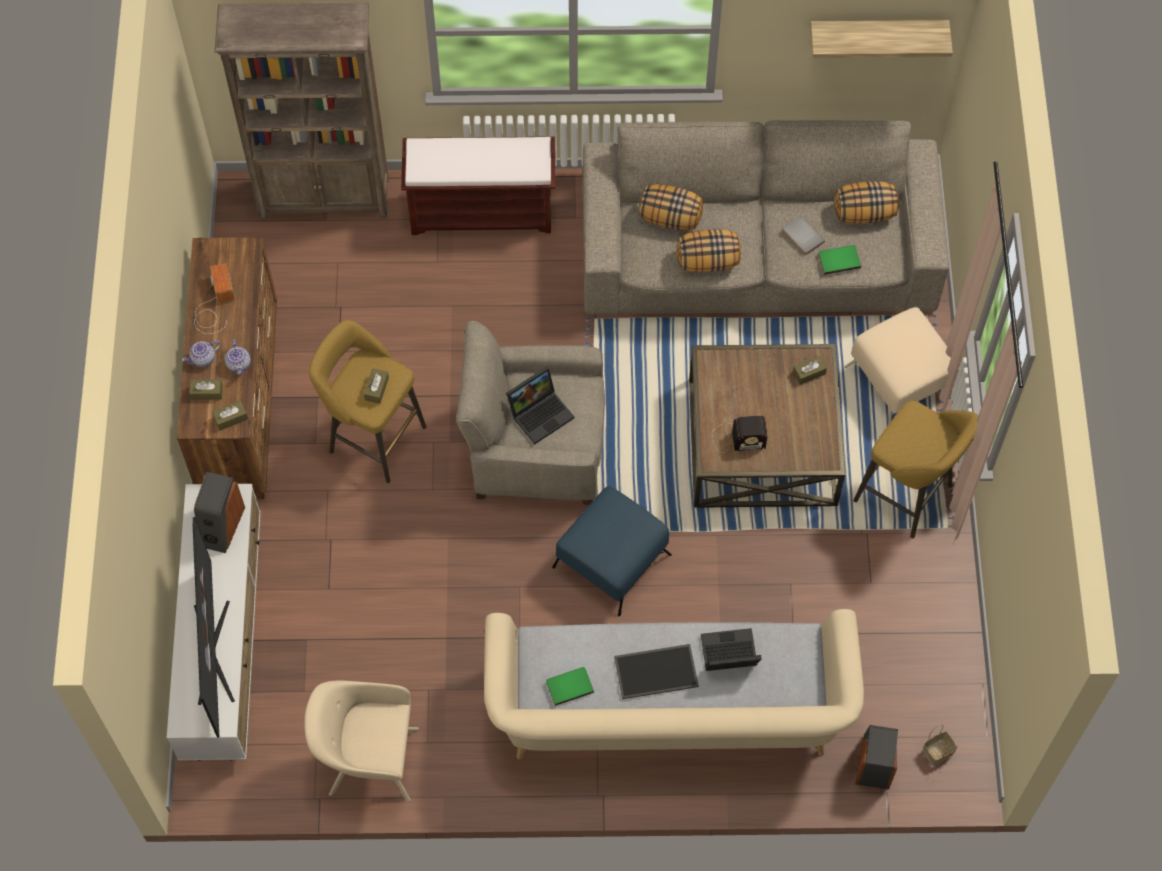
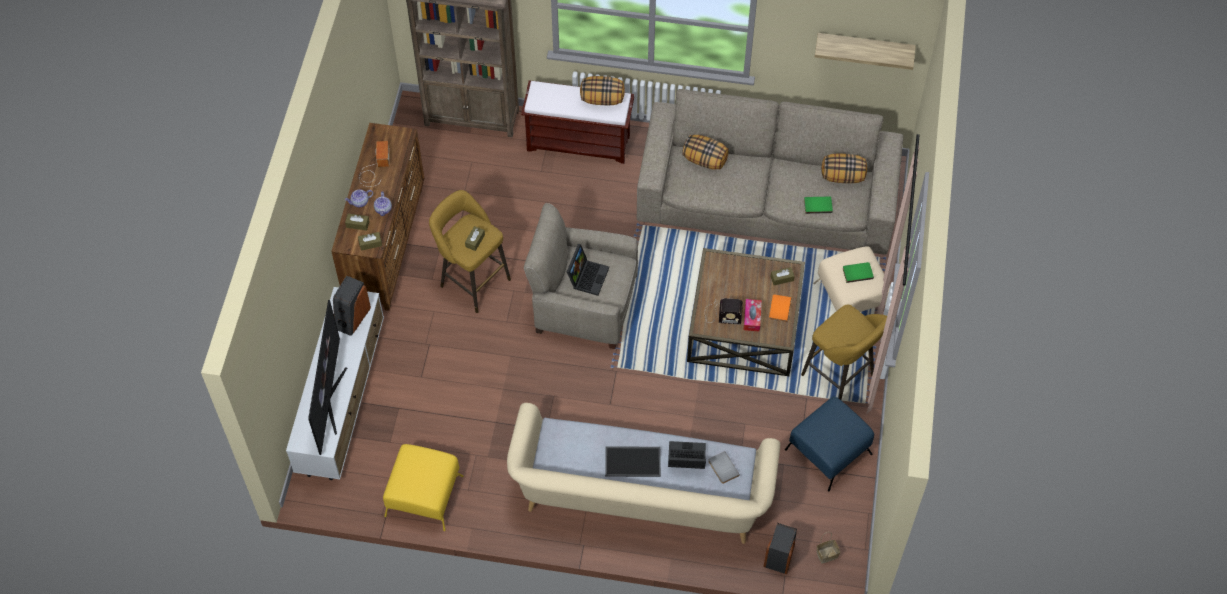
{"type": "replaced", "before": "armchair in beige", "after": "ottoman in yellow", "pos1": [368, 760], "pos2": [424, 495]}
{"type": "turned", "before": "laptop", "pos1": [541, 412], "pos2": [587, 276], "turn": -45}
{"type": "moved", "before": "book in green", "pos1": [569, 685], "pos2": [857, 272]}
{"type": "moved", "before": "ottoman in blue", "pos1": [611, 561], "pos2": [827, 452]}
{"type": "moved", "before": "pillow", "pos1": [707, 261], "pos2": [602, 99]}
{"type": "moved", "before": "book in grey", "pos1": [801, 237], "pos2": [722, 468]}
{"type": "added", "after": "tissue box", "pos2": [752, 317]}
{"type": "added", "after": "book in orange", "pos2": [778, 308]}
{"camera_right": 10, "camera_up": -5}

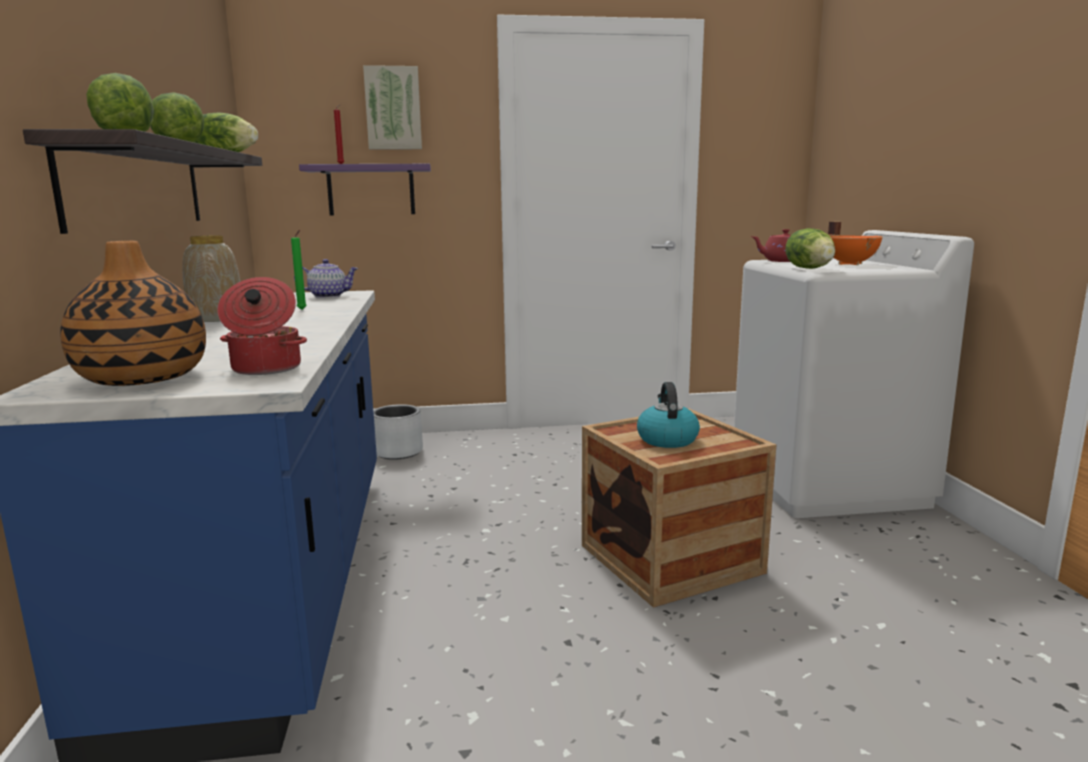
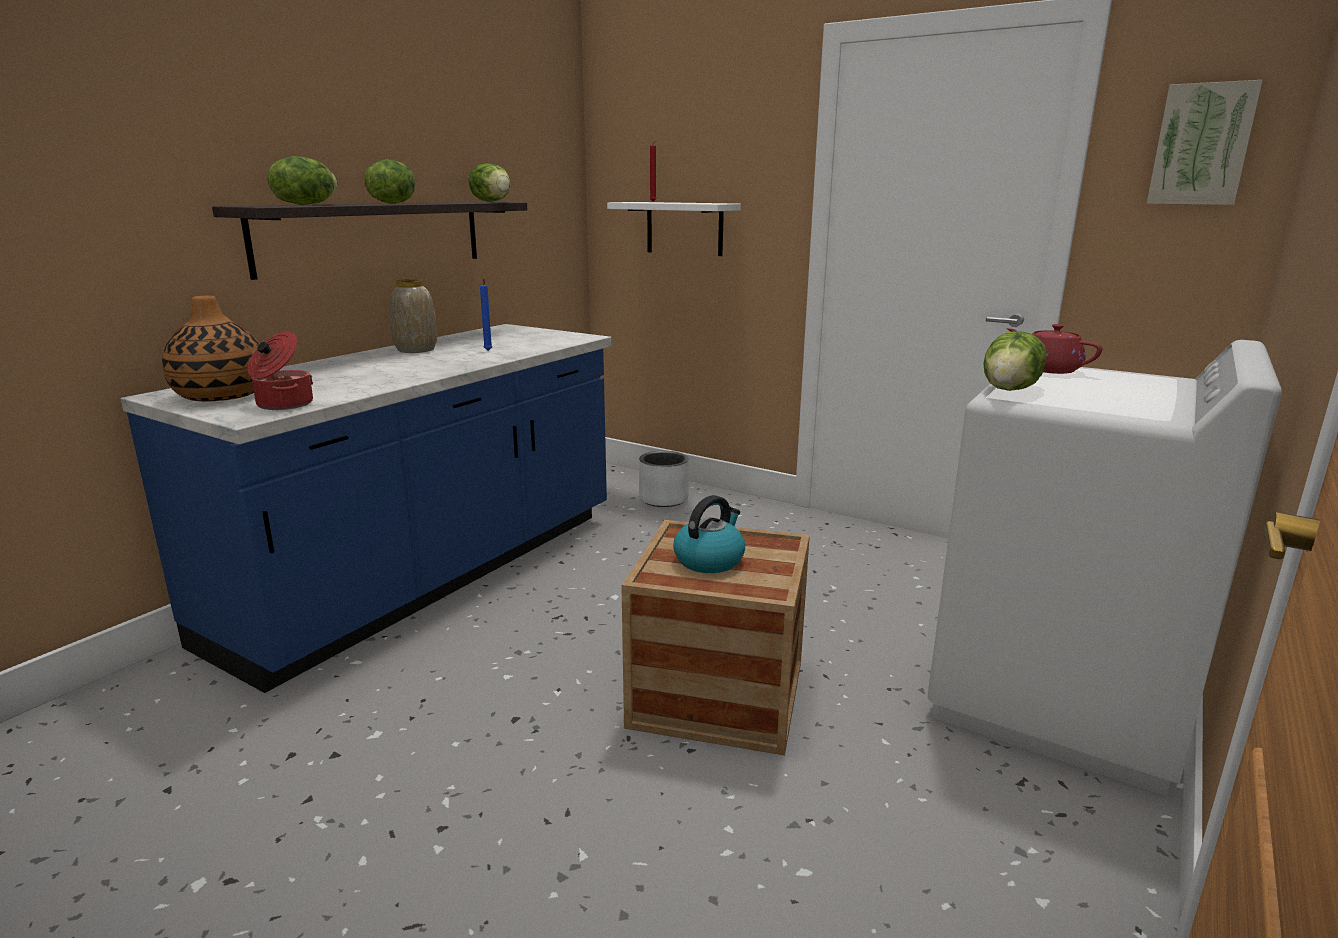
{"type": "recoloured", "before": "candle in green", "after": "candle in blue", "pos1": [303, 310], "pos2": [488, 351]}
{"type": "removed", "before": "teapot", "pos1": [328, 296]}
{"type": "recoloured", "before": "shelf in purple", "after": "shelf in white", "pos1": [371, 190], "pos2": [684, 228]}
{"type": "moved", "before": "picture", "pos1": [393, 108], "pos2": [1201, 145]}
{"type": "removed", "before": "cooking pot in orange", "pos1": [851, 264]}
{"camera_right": 40, "camera_up": 5}

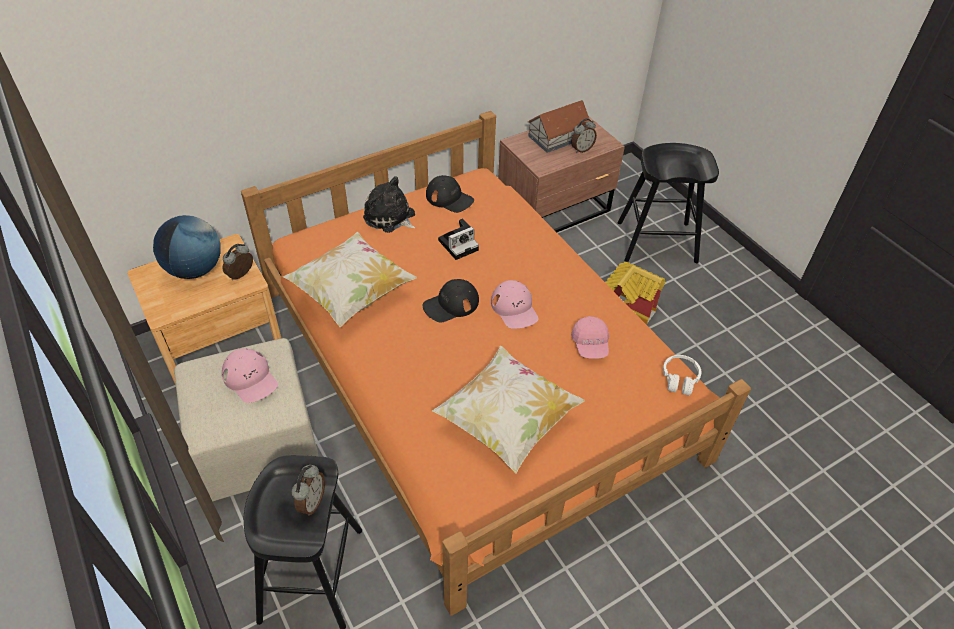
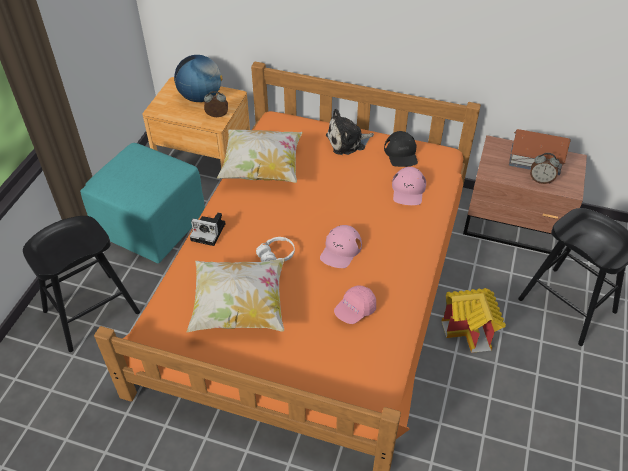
{"type": "recoloured", "before": "ottoman in beige", "after": "ottoman in turquoise", "pos1": [256, 446], "pos2": [150, 226]}
{"type": "moved", "before": "cap in pink", "pos1": [250, 379], "pos2": [408, 190]}
{"type": "removed", "before": "alarm clock", "pos1": [311, 502]}
{"type": "turned", "before": "plush toy", "pos1": [391, 219], "pos2": [348, 142], "turn": -105}
{"type": "removed", "before": "cap in black", "pos1": [451, 304]}
{"type": "moved", "before": "photo camera", "pos1": [459, 244], "pos2": [209, 232]}
{"type": "moved", "before": "headphones in white", "pos1": [679, 379], "pos2": [276, 255]}
{"camera_right": 50, "camera_up": 0}

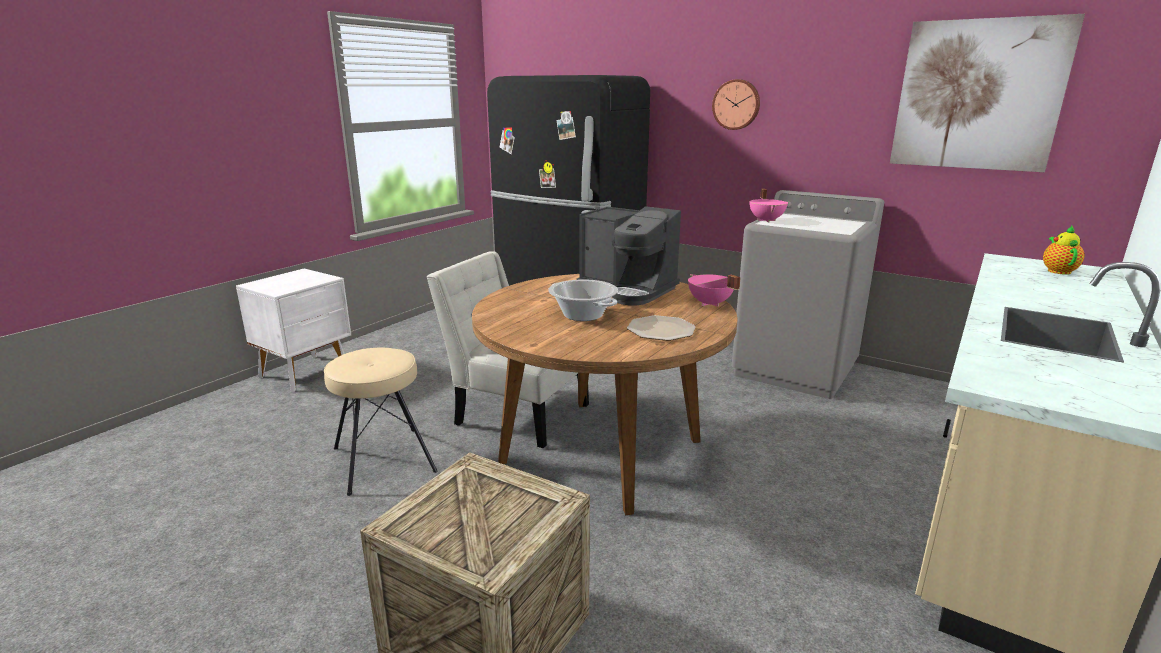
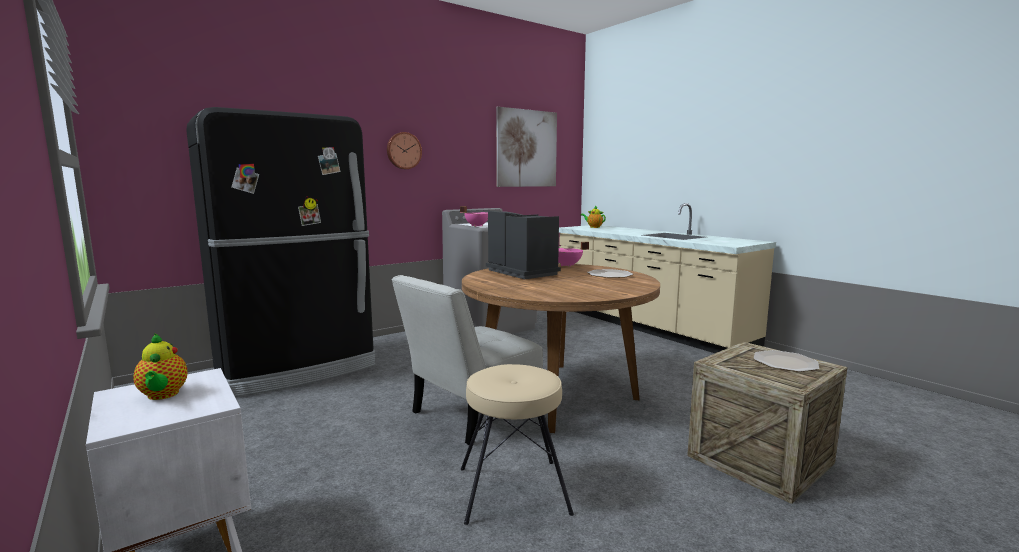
{"type": "removed", "before": "cooking pot", "pos1": [583, 315]}
{"type": "turned", "before": "coffee machine", "pos1": [628, 290], "pos2": [523, 272], "turn": -90}
{"type": "added", "after": "teapot", "pos2": [163, 395]}
{"type": "added", "after": "plate", "pos2": [786, 363]}
{"camera_right": -70, "camera_up": -10}

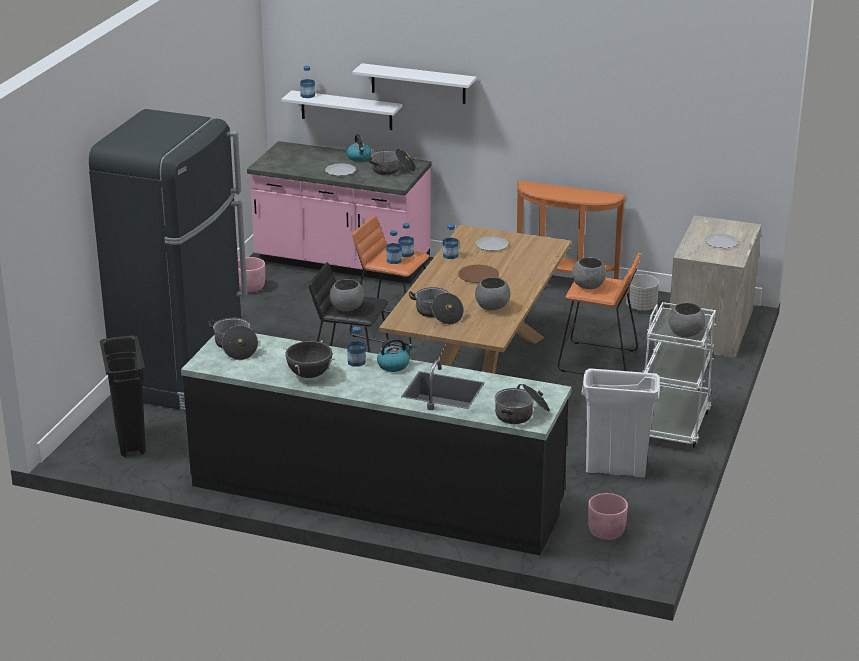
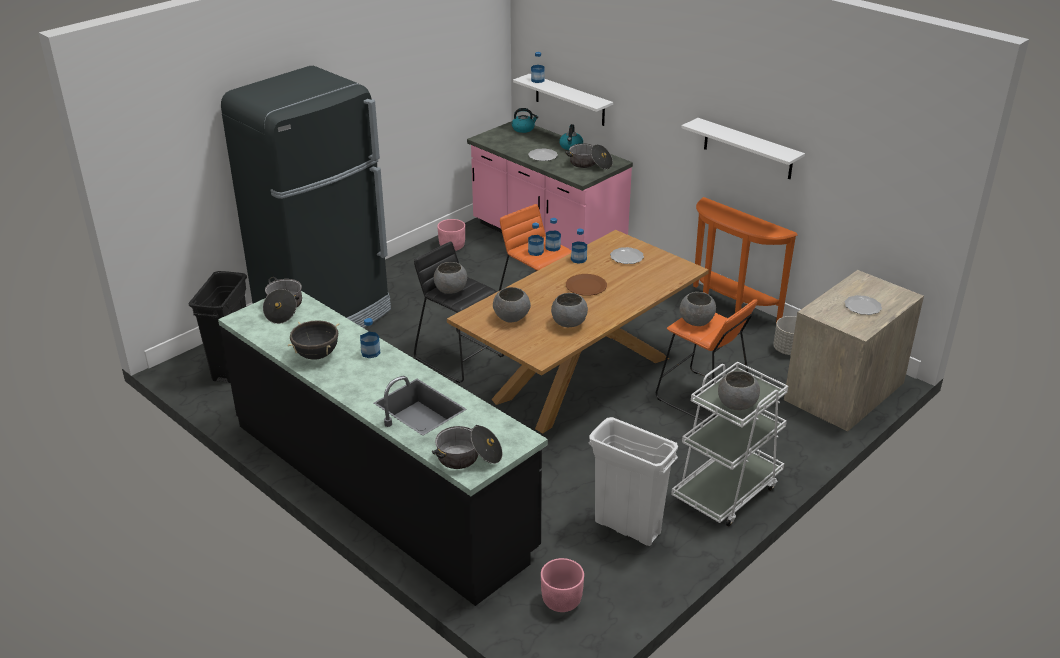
{"type": "moved", "before": "shelf in white", "pos1": [418, 83], "pos2": [748, 149]}
{"type": "moved", "before": "kettle", "pos1": [394, 365], "pos2": [523, 129]}
{"type": "replaced", "before": "cooking pot", "after": "bowl in grey", "pos1": [437, 314], "pos2": [511, 318]}
{"camera_right": 25, "camera_up": 5}

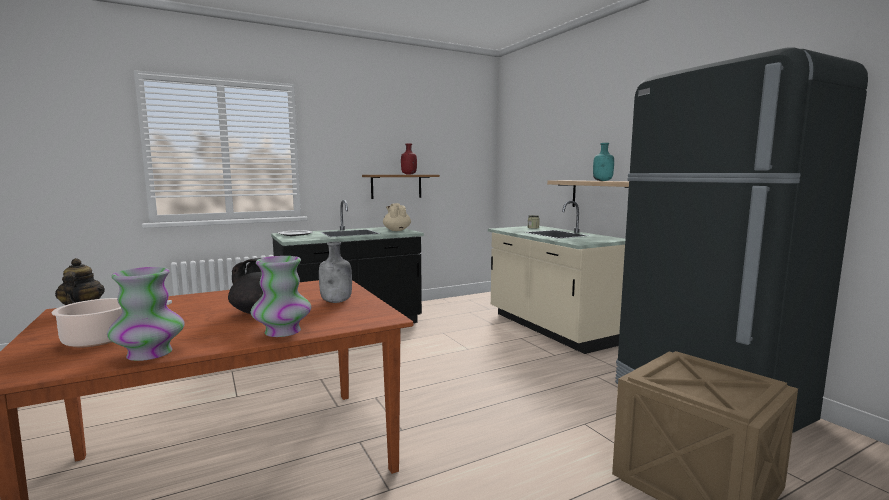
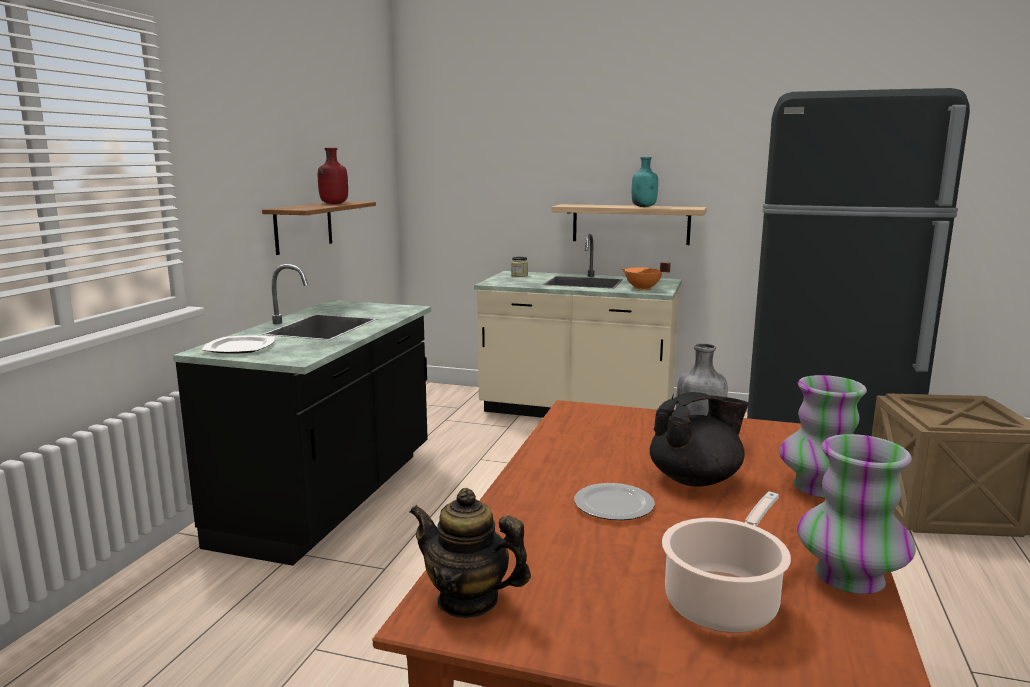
{"type": "removed", "before": "teapot in beige", "pos1": [396, 230]}
{"type": "added", "after": "plate", "pos2": [612, 505]}
{"type": "added", "after": "cooking pot in orange", "pos2": [642, 289]}
{"camera_right": -45, "camera_up": 5}

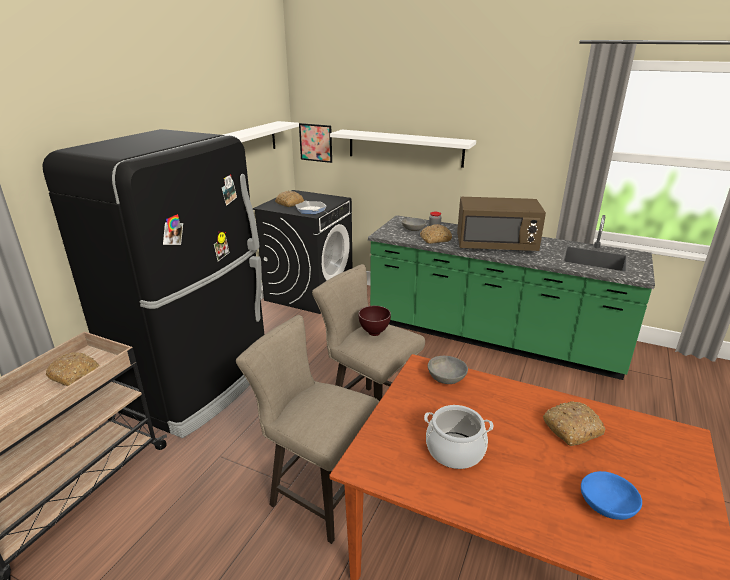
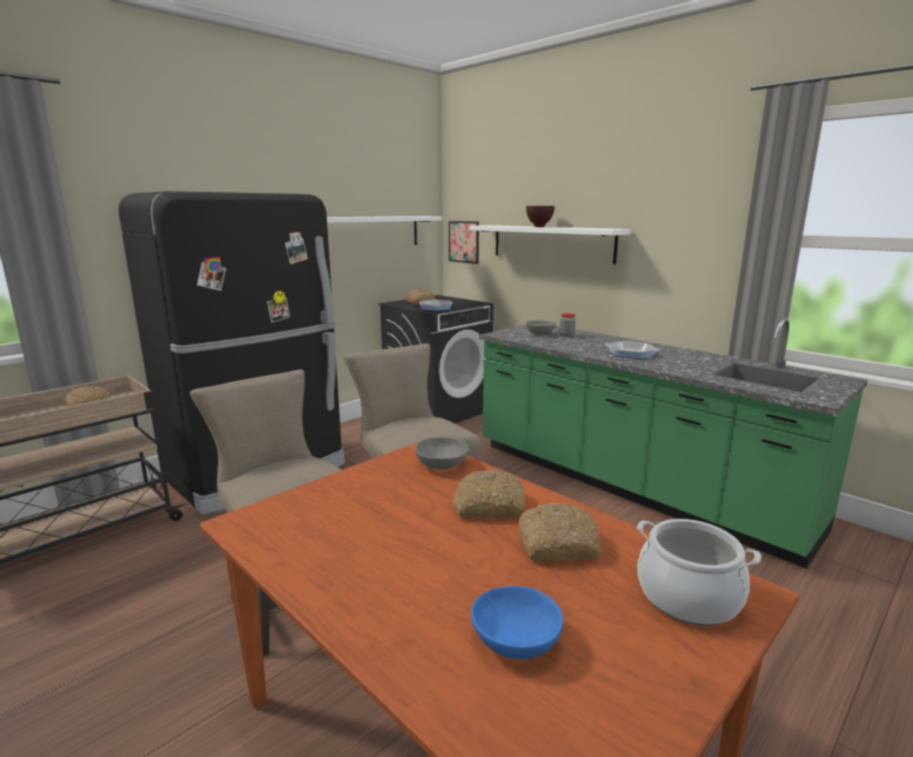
{"type": "moved", "before": "bowl in brown", "pos1": [375, 333], "pos2": [540, 227]}
{"type": "moved", "before": "bread", "pos1": [435, 239], "pos2": [488, 506]}
{"type": "moved", "before": "cooking pot", "pos1": [455, 450], "pos2": [688, 596]}
{"type": "replaced", "before": "microwave in brown", "after": "frying pan", "pos1": [496, 245], "pos2": [631, 353]}
{"camera_right": 20, "camera_up": -10}

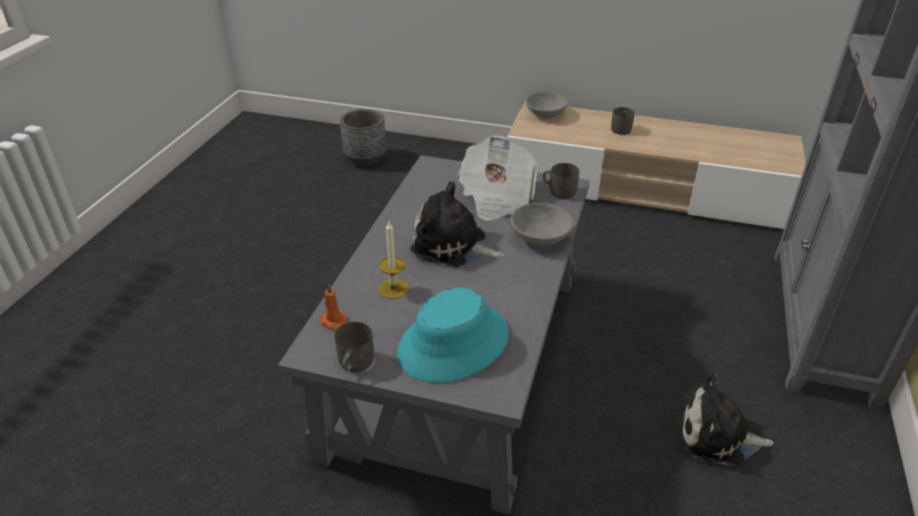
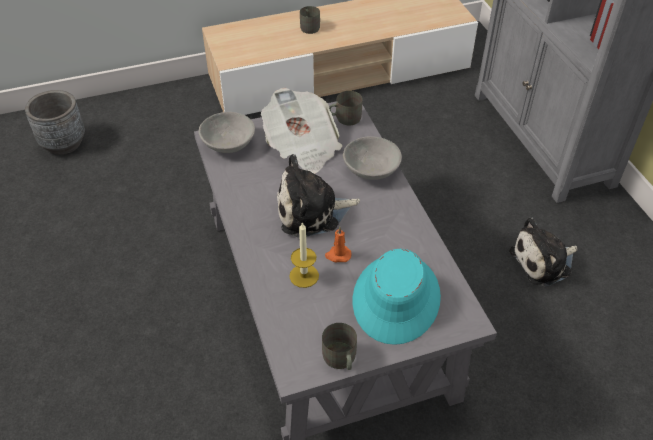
{"type": "moved", "before": "candle in orange", "pos1": [332, 321], "pos2": [338, 255]}
{"type": "moved", "before": "bowl in grey", "pos1": [545, 114], "pos2": [229, 144]}
{"camera_right": -35, "camera_up": 10}

